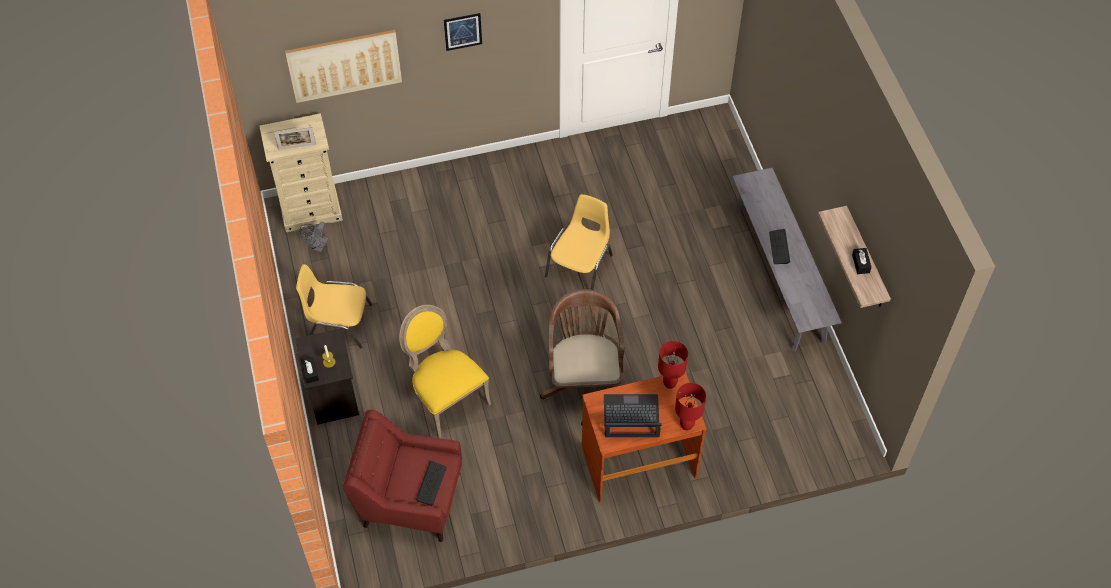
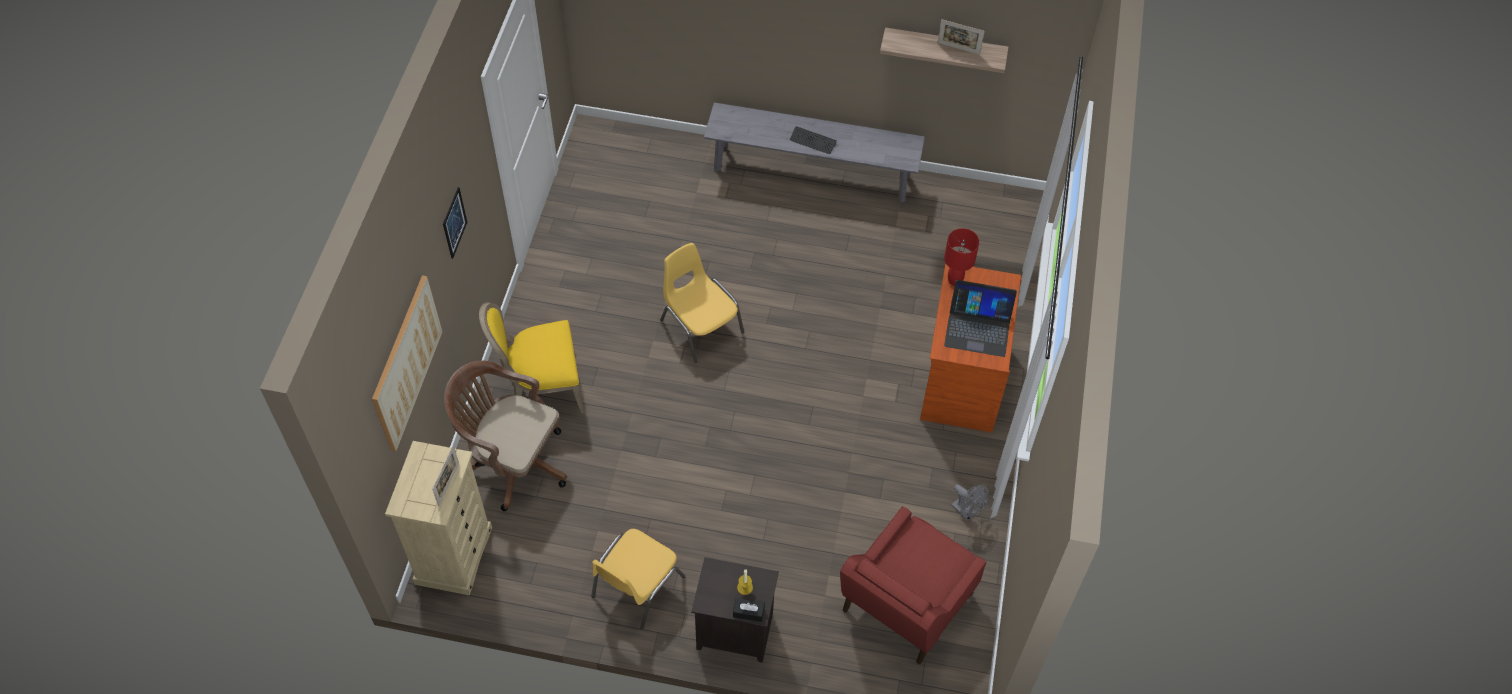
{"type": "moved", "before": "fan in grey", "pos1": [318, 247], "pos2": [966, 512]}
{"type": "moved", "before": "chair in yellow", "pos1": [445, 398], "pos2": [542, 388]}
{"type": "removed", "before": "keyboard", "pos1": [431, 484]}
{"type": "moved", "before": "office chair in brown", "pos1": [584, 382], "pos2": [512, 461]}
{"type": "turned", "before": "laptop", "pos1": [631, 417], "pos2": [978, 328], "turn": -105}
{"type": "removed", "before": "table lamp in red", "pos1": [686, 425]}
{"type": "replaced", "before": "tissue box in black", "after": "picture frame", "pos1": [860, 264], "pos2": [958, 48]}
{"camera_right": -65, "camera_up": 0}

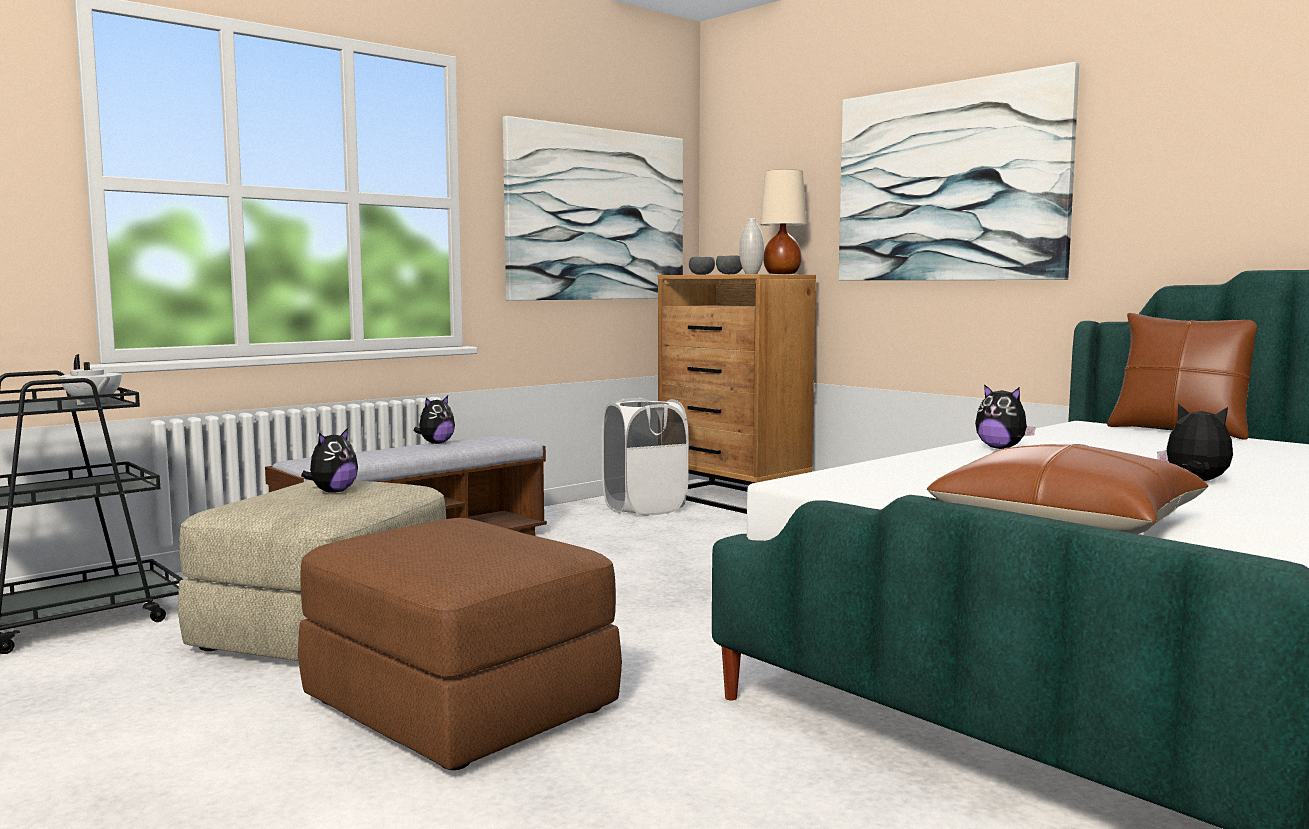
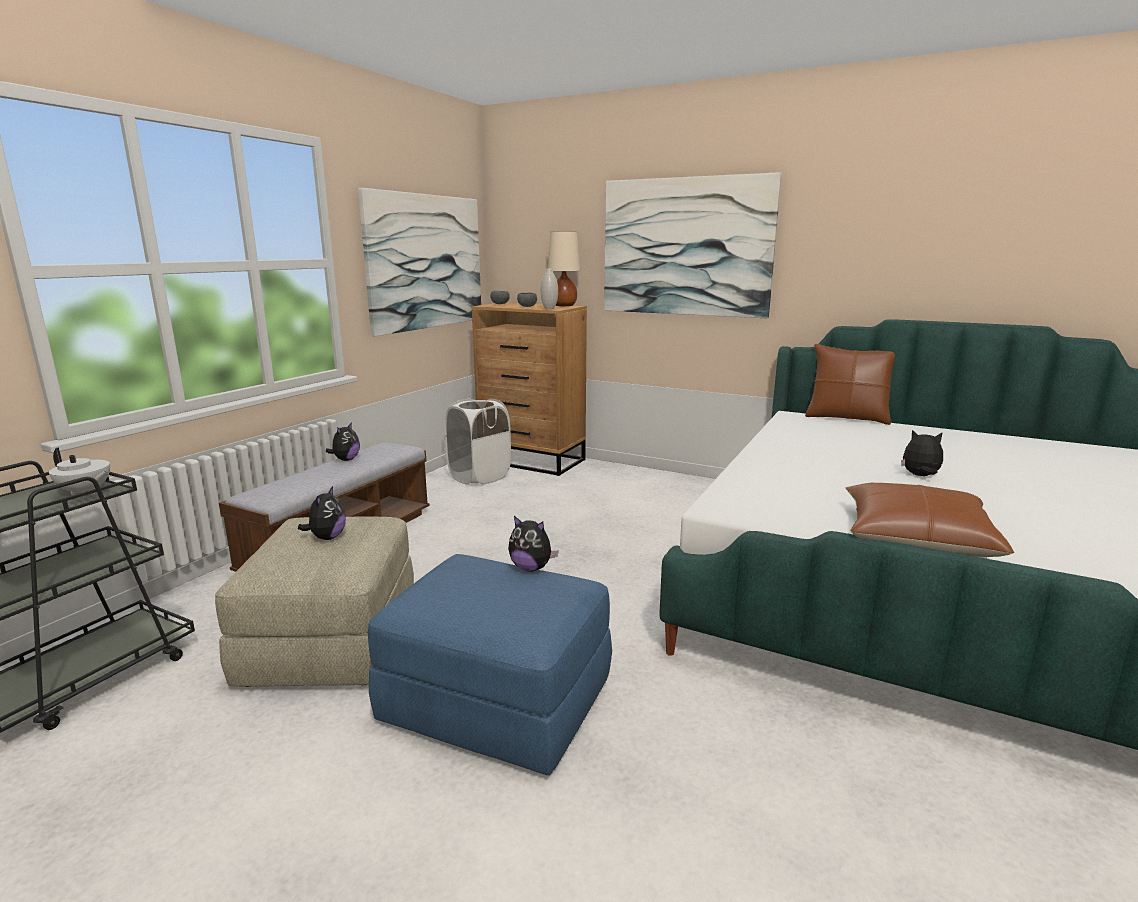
{"type": "recoloured", "before": "ottoman in brown", "after": "ottoman in blue", "pos1": [457, 706], "pos2": [495, 702]}
{"type": "moved", "before": "plush toy", "pos1": [1001, 448], "pos2": [531, 568]}
{"camera_right": -20, "camera_up": 10}

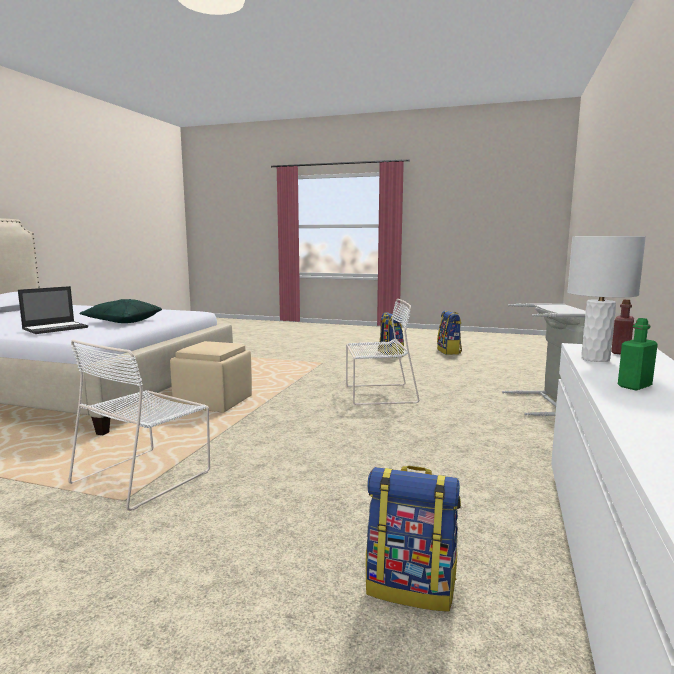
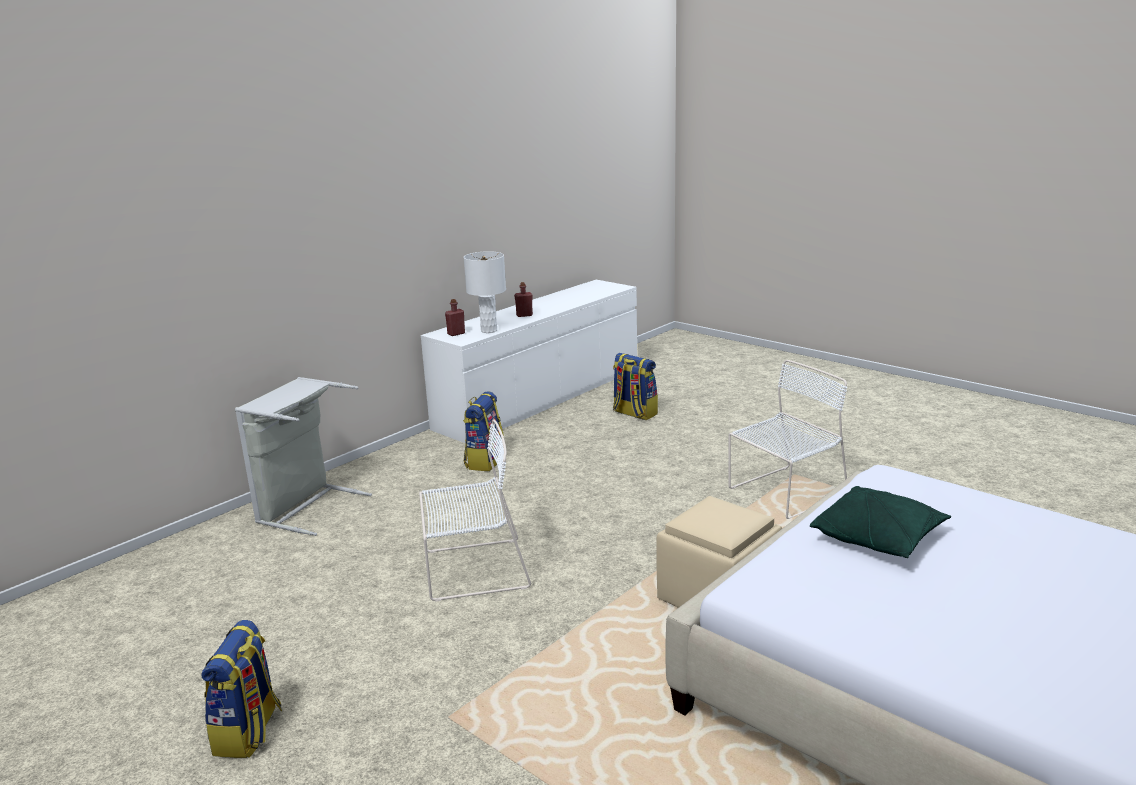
{"type": "removed", "before": "laptop", "pos1": [56, 328]}
{"type": "turned", "before": "chair in white", "pos1": [377, 394], "pos2": [471, 569], "turn": 150}
{"type": "moved", "before": "backpack", "pos1": [449, 351], "pos2": [484, 461]}
{"type": "recoloured", "before": "bottle in green", "after": "bottle in red", "pos1": [634, 386], "pos2": [524, 315]}
{"camera_right": -155, "camera_up": 10}

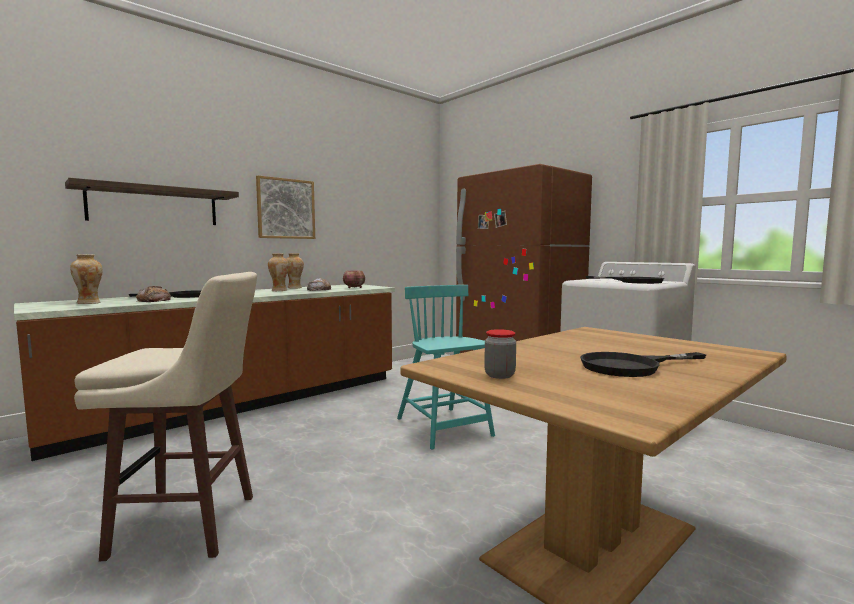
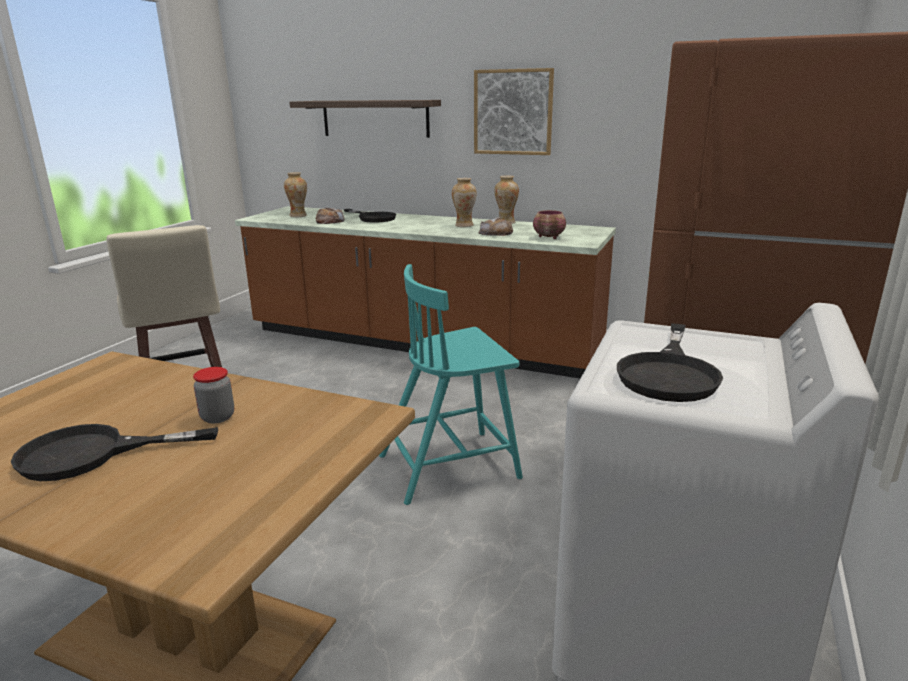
{"type": "turned", "before": "chair in turquoise", "pos1": [444, 428], "pos2": [451, 465], "turn": -150}
{"type": "moved", "before": "jar", "pos1": [499, 375], "pos2": [217, 417]}
{"type": "turned", "before": "frying pan in black", "pos1": [631, 366], "pos2": [91, 454], "turn": -60}
{"camera_right": 65, "camera_up": 15}

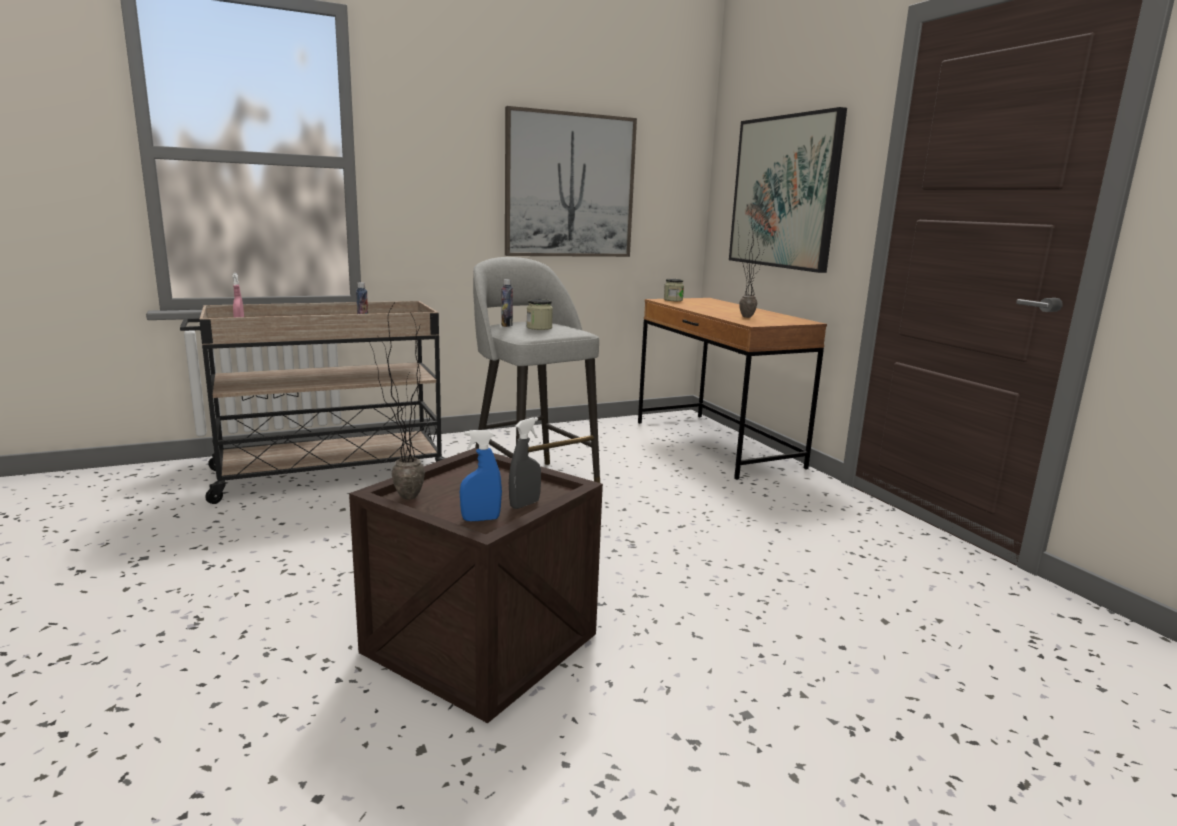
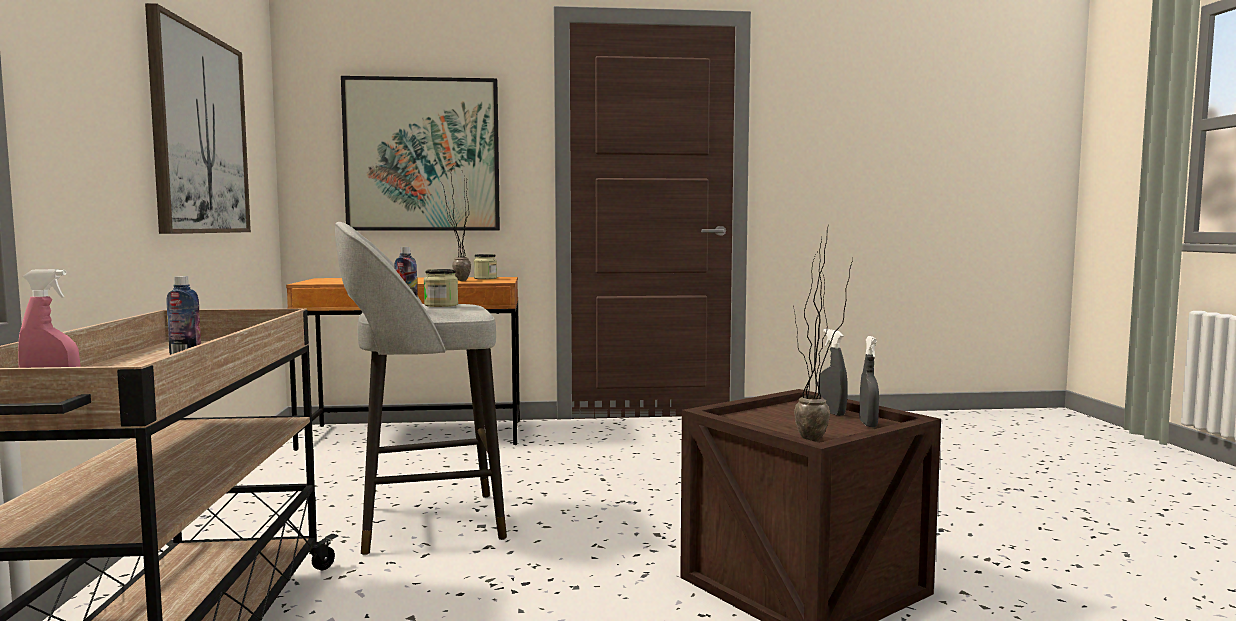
{"type": "recoloured", "before": "spray bottle in blue", "after": "spray bottle in grey", "pos1": [481, 519], "pos2": [868, 424]}
{"type": "moved", "before": "jar", "pos1": [673, 300], "pos2": [485, 278]}
{"camera_right": -70, "camera_up": -10}

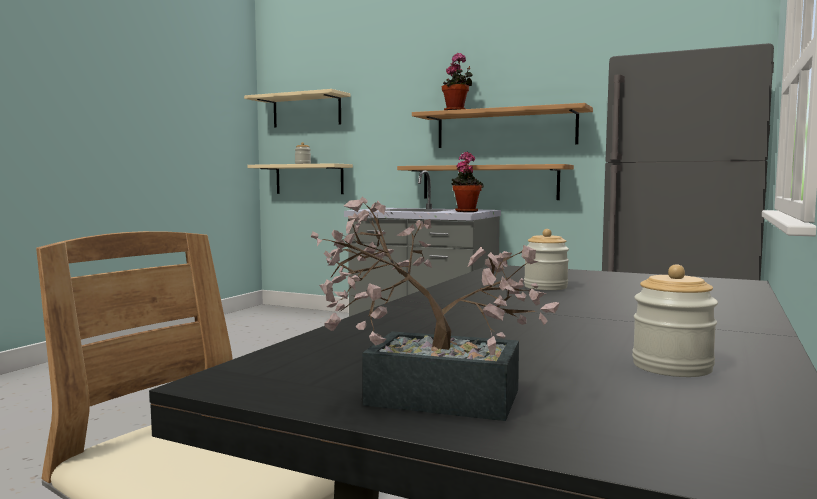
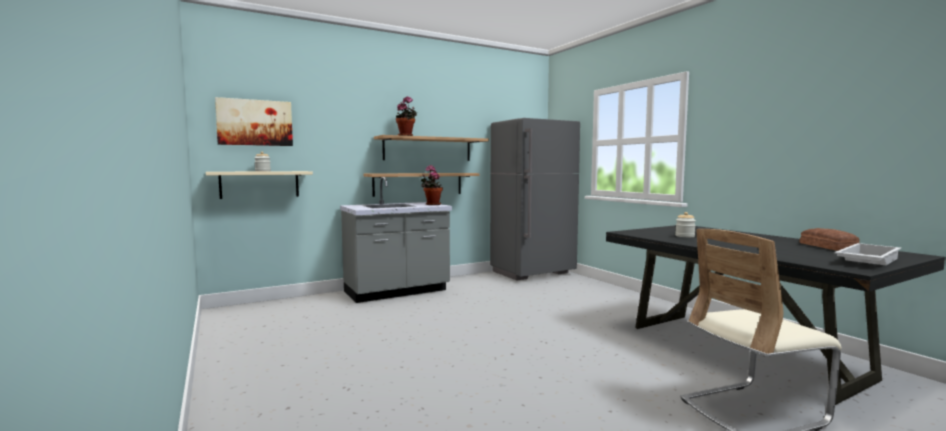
{"type": "replaced", "before": "shelf in beige", "after": "picture", "pos1": [306, 111], "pos2": [255, 122]}
{"type": "replaced", "before": "potted plant", "after": "tray in white", "pos1": [425, 394], "pos2": [866, 261]}
{"type": "replaced", "before": "jar", "after": "bread", "pos1": [672, 367], "pos2": [827, 246]}
{"camera_right": -55, "camera_up": 0}

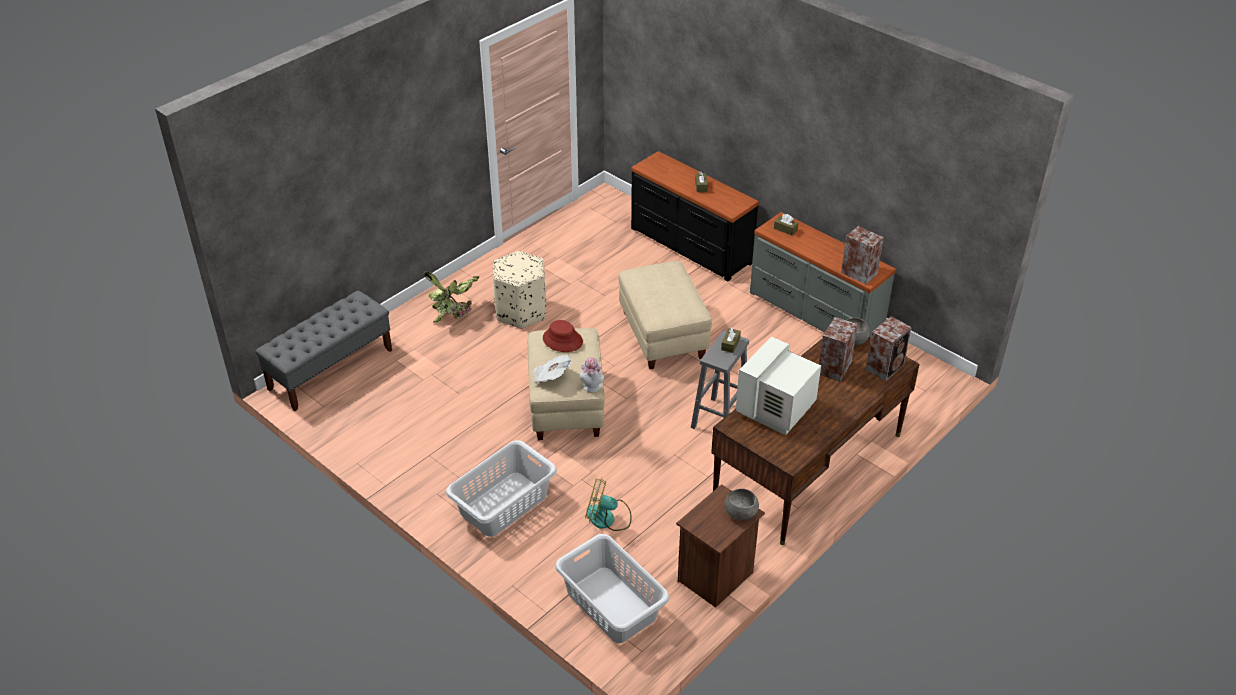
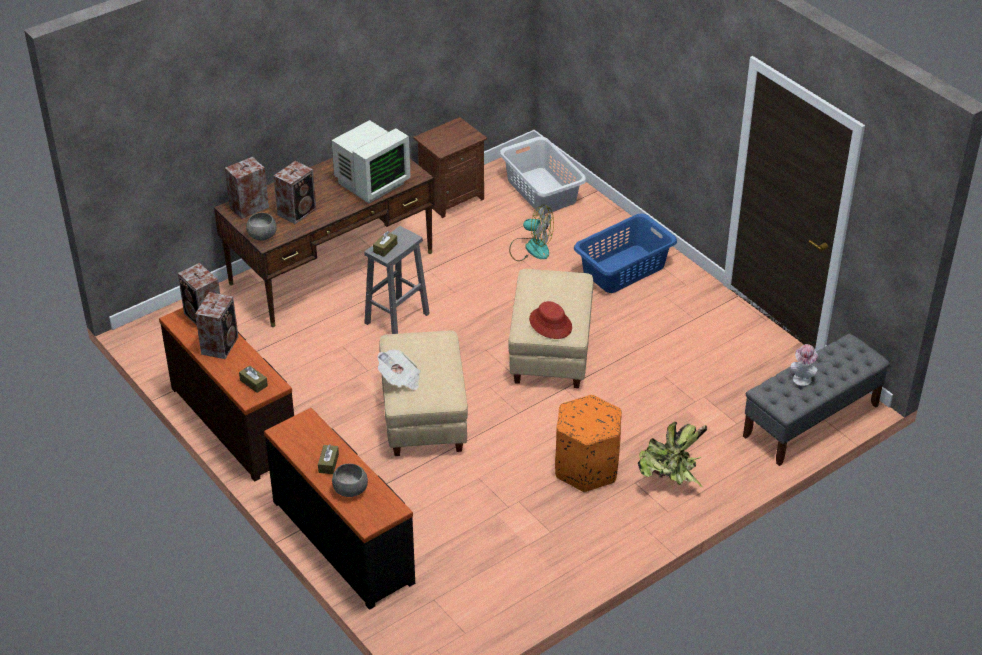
{"type": "recoloured", "before": "laundry basket in grey", "after": "laundry basket in blue", "pos1": [503, 504], "pos2": [624, 269]}
{"type": "recoloured", "before": "ottoman in beige", "after": "ottoman in orange", "pos1": [521, 311], "pos2": [586, 468]}
{"type": "moved", "before": "newspaper", "pos1": [551, 376], "pos2": [400, 379]}
{"type": "moved", "before": "hat", "pos1": [591, 388], "pos2": [802, 377]}
{"type": "moved", "before": "bowl in grey", "pos1": [741, 512], "pos2": [350, 489]}
{"type": "recoloured", "before": "dresser in grey", "after": "dresser in brown", "pos1": [814, 313], "pos2": [235, 422]}
{"type": "added", "after": "speaker", "pos2": [221, 345]}
{"camera_right": -170, "camera_up": 0}

